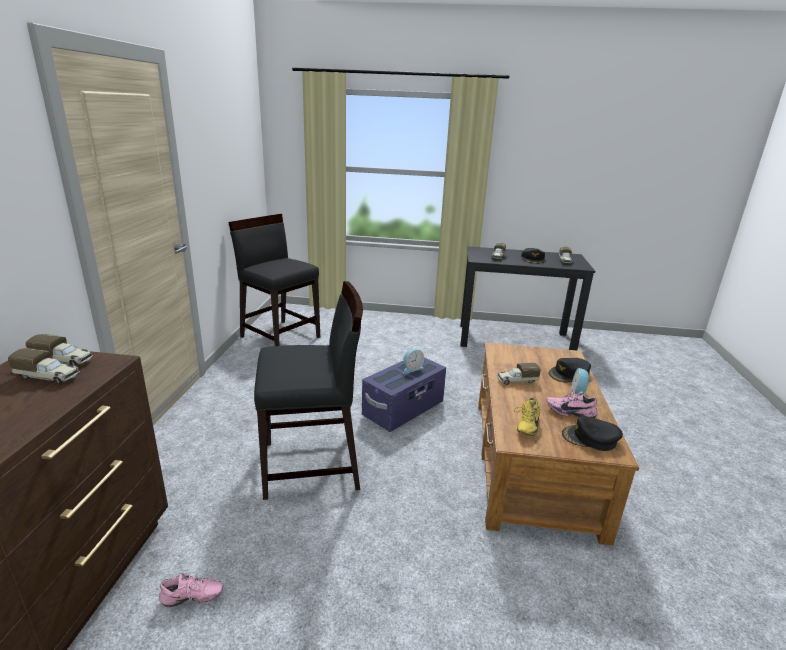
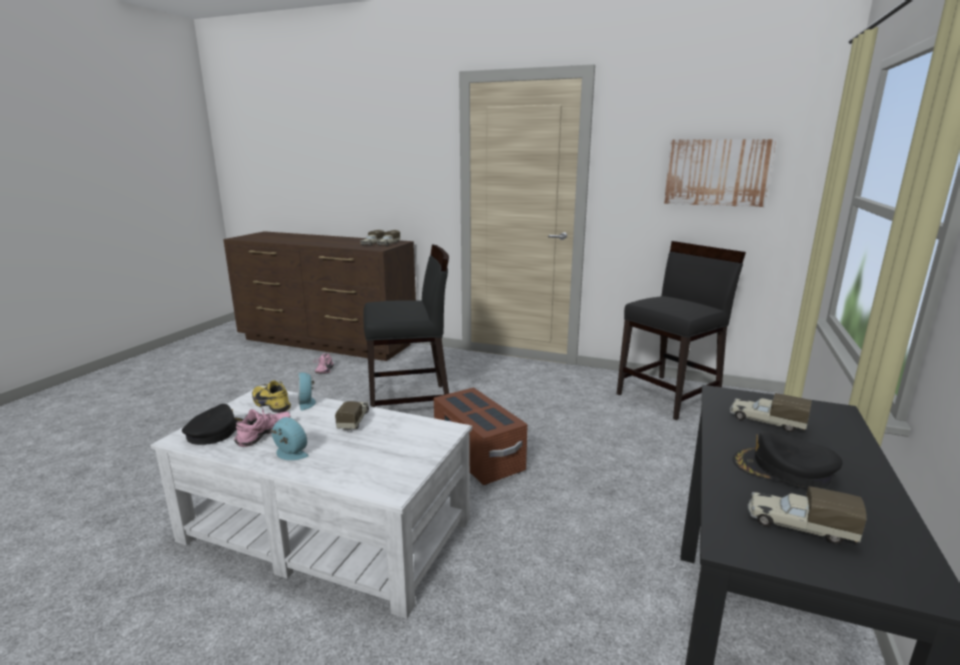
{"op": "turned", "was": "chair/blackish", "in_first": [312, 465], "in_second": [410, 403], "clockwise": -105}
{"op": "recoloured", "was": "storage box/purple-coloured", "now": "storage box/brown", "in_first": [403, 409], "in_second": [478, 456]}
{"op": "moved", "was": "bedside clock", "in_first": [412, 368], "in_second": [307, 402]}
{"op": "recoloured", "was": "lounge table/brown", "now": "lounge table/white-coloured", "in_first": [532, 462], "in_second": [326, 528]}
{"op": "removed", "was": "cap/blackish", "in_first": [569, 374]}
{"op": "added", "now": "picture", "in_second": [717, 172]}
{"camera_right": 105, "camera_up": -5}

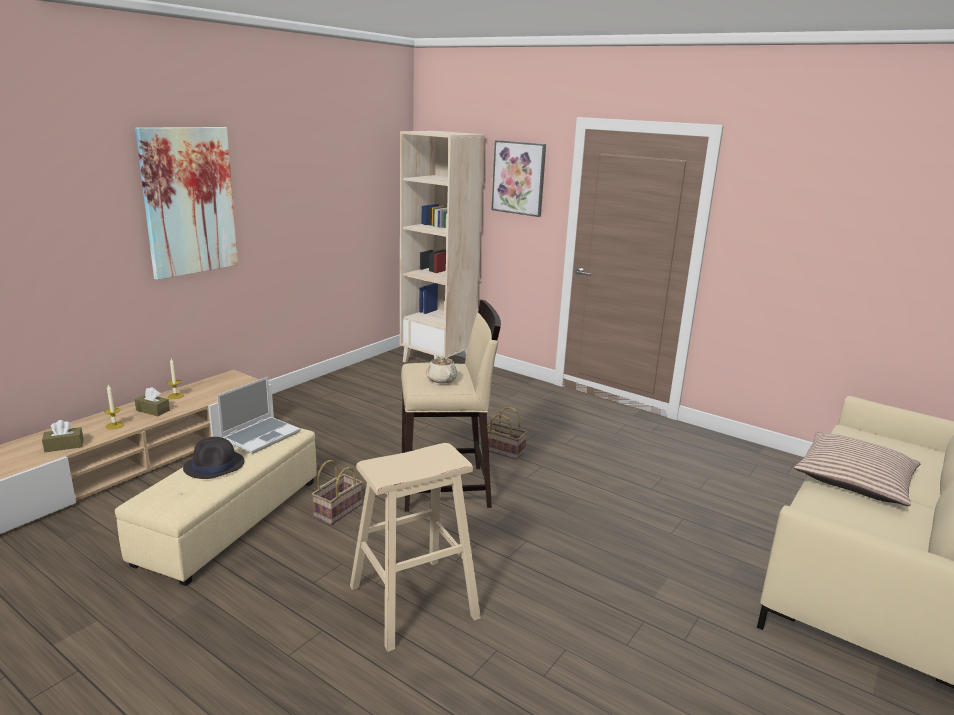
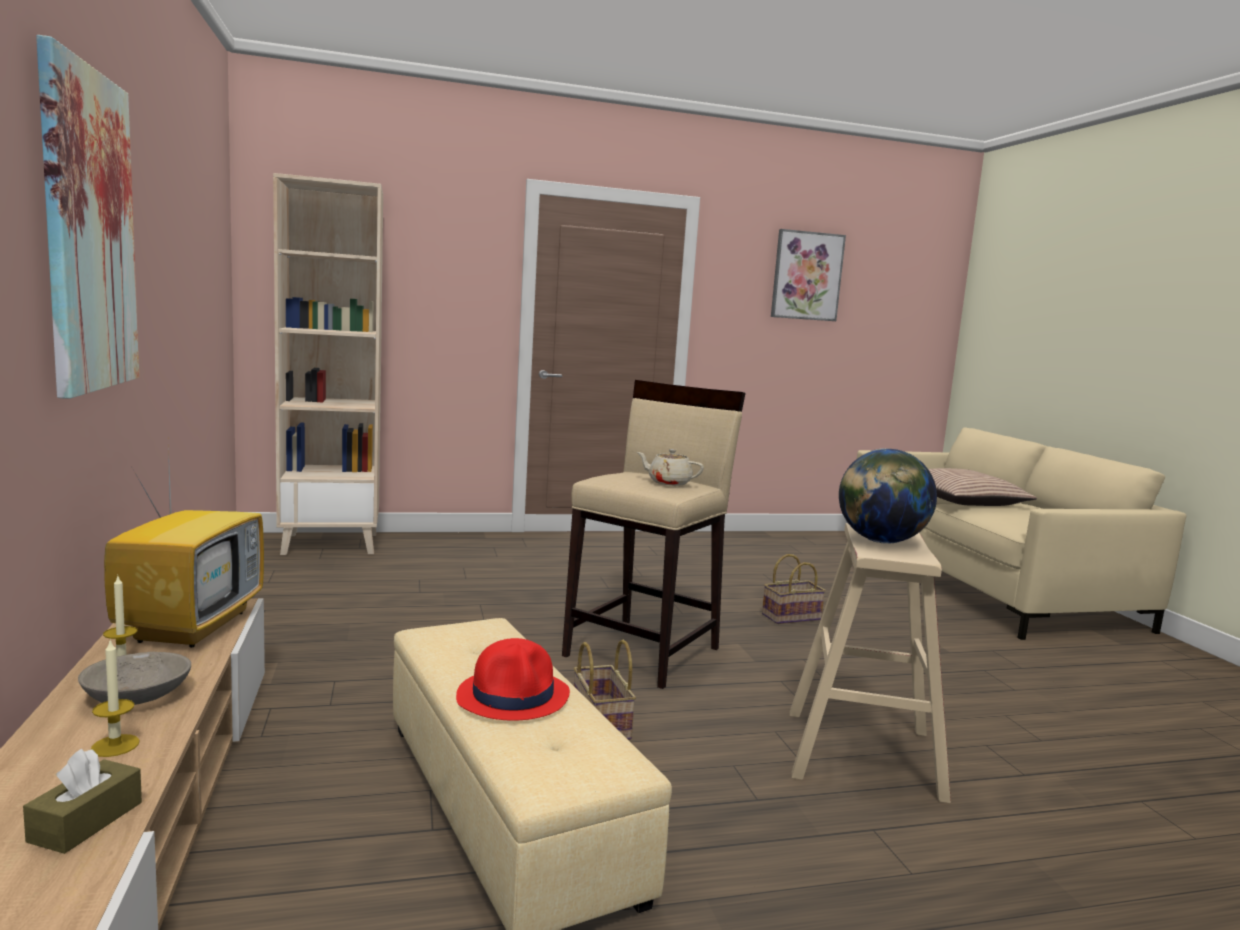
{"op": "replaced", "was": "tissue holder/brown", "now": "bowl/grey", "in_first": [153, 410], "in_second": [137, 696]}
{"op": "recoloured", "was": "clothing hat/blackish", "now": "clothing hat/red-coloured", "in_first": [214, 465], "in_second": [514, 696]}
{"op": "removed", "was": "portable computer", "in_first": [261, 436]}
{"op": "moved", "was": "basket", "in_first": [505, 450], "in_second": [792, 616]}
{"op": "moved", "was": "picture", "in_first": [519, 178], "in_second": [806, 276]}
{"op": "added", "now": "TV", "in_second": [191, 625]}
{"op": "added", "now": "globe", "in_second": [880, 541]}
{"camera_right": -50, "camera_up": -10}

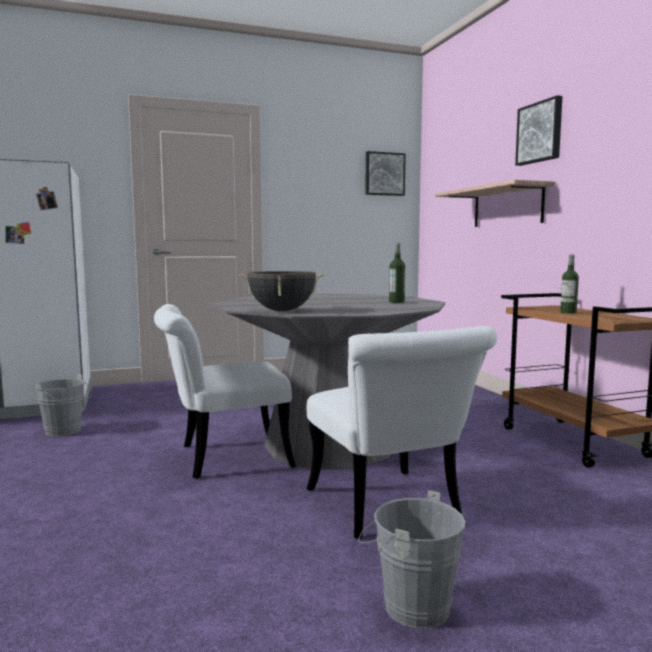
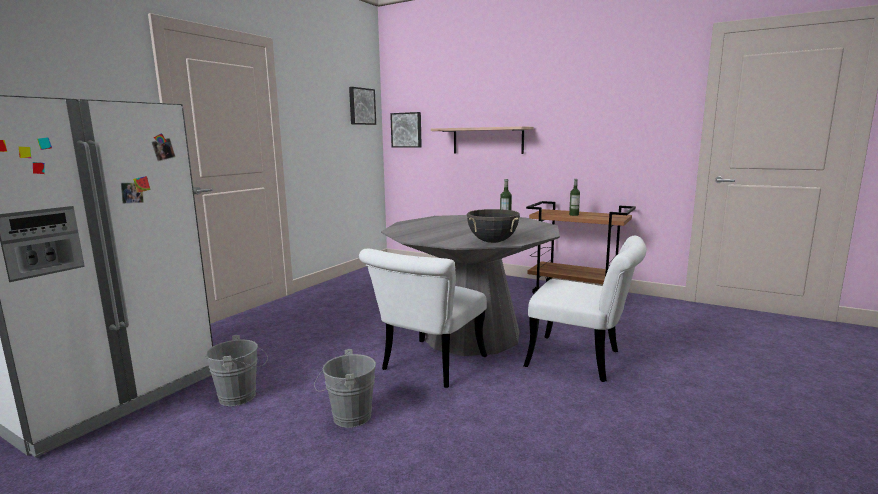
{"op": "moved", "was": "pail/grey", "in_first": [409, 605], "in_second": [347, 417]}
{"op": "moved", "was": "picture", "in_first": [540, 132], "in_second": [407, 130]}
{"camera_right": -40, "camera_up": 5}

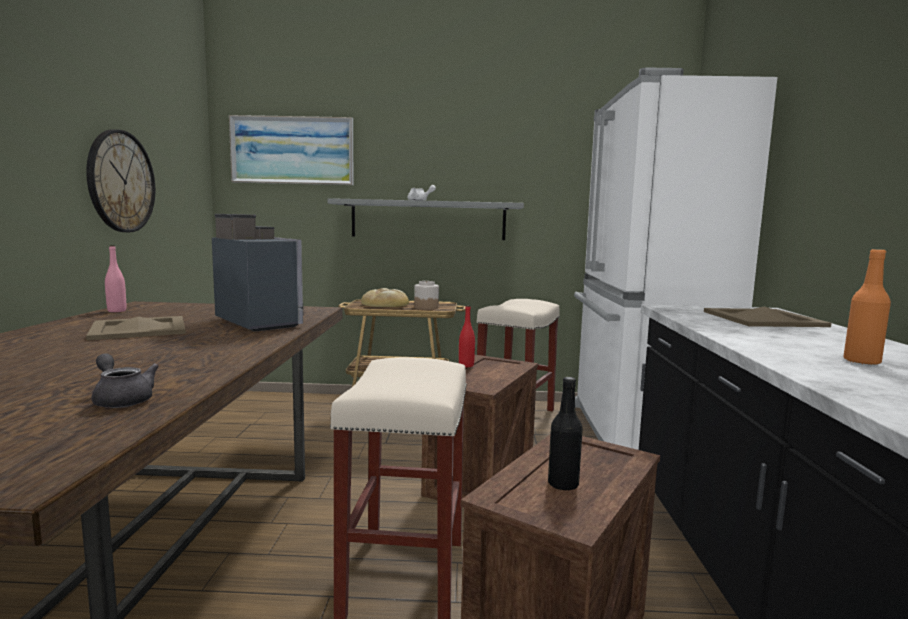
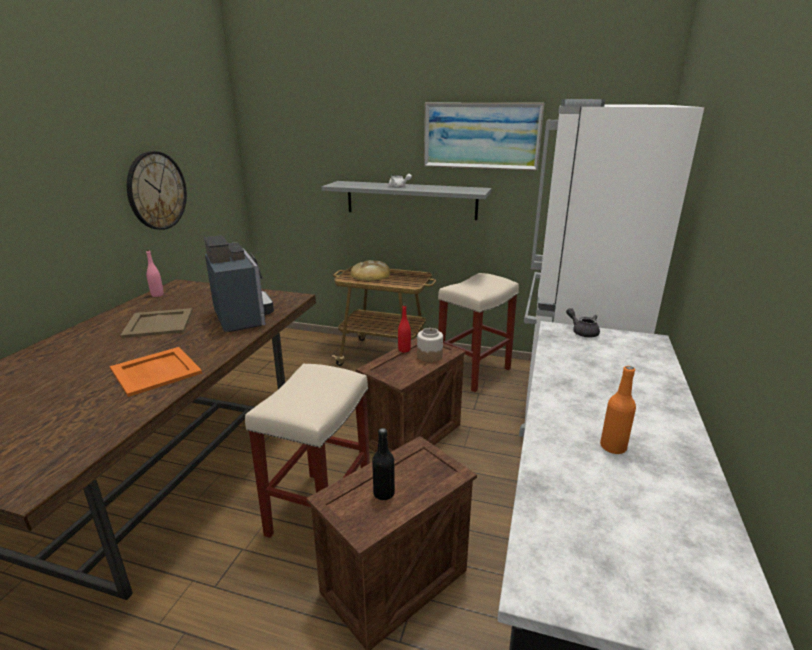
{"op": "moved", "was": "teapot/grey", "in_first": [122, 399], "in_second": [582, 332]}
{"op": "moved", "was": "picture", "in_first": [292, 150], "in_second": [481, 136]}
{"op": "moved", "was": "jar", "in_first": [426, 308], "in_second": [429, 356]}
{"op": "removed", "was": "tray/beige", "in_first": [764, 319]}
{"op": "added", "now": "tray/orange-coloured", "in_second": [155, 371]}
{"camera_right": 15, "camera_up": 15}

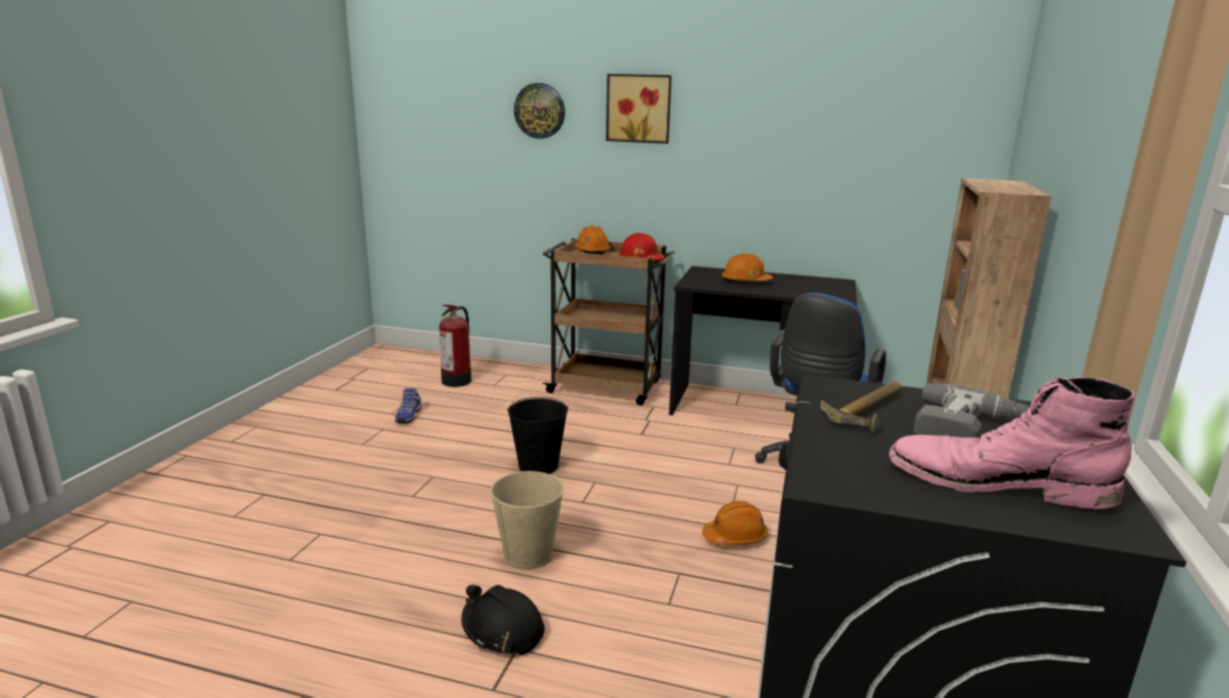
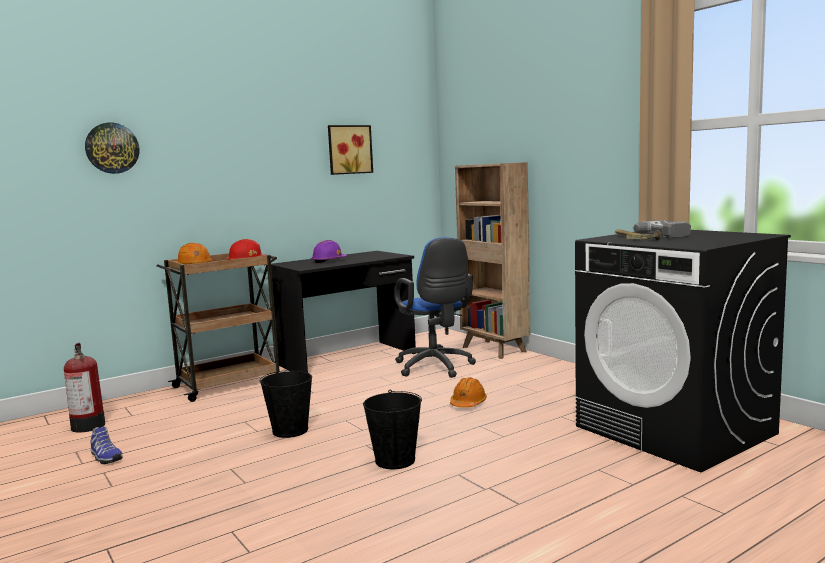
{"op": "removed", "was": "hard hat/blackish", "in_first": [502, 630]}
{"op": "recoloured", "was": "pail/beige", "now": "pail/blackish", "in_first": [528, 554], "in_second": [394, 460]}
{"op": "moved", "was": "picture", "in_first": [639, 108], "in_second": [349, 149]}
{"op": "recoloured", "was": "hard hat/orange-coloured", "now": "hard hat/purple-coloured", "in_first": [745, 281], "in_second": [329, 261]}
{"op": "removed", "was": "boot/pink-coloured", "in_first": [997, 483]}
{"camera_right": -50, "camera_up": -10}

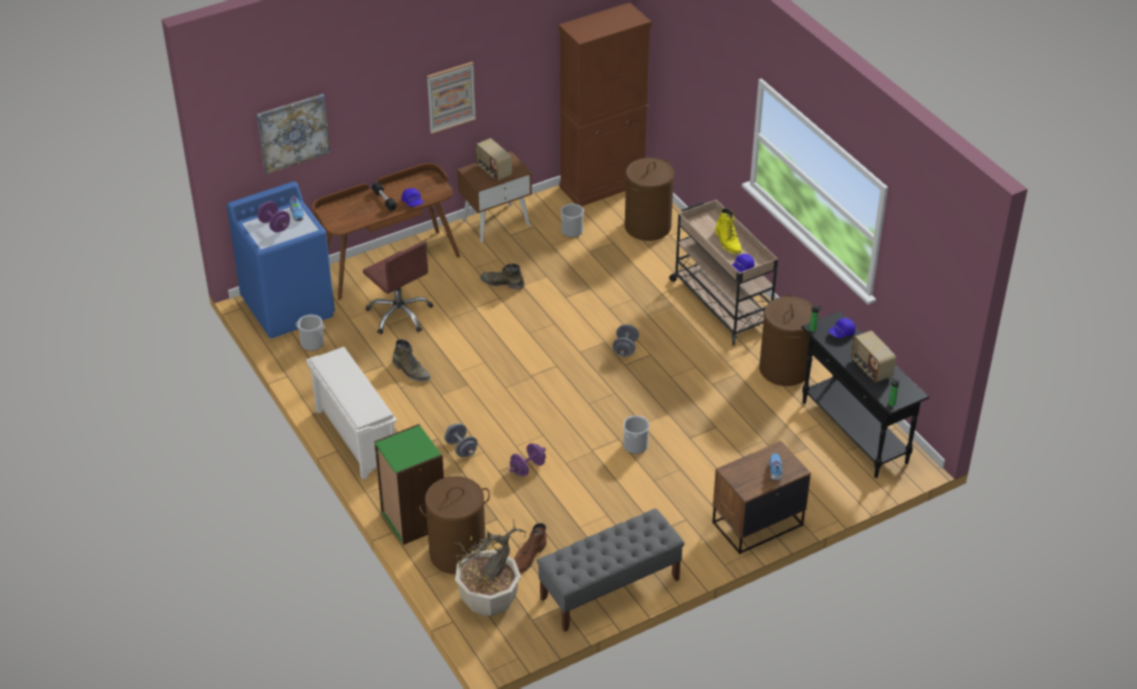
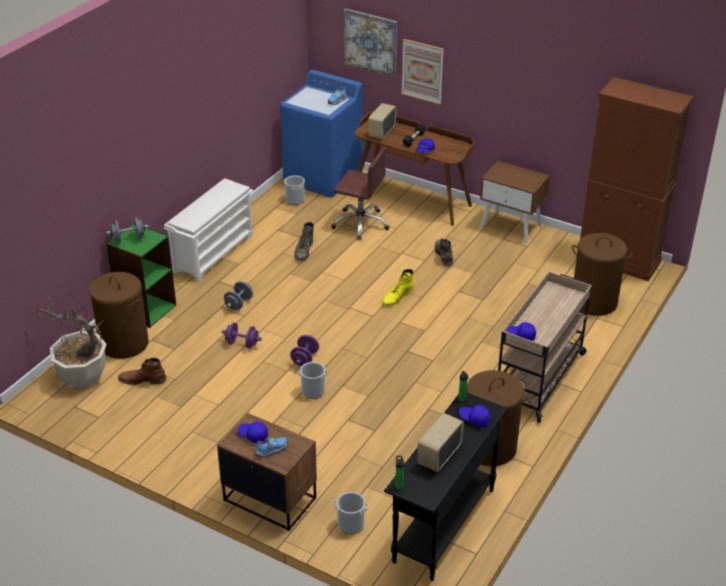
{"op": "moved", "was": "free weight/purple-coloured", "in_first": [275, 226], "in_second": [305, 359]}
{"op": "turned", "was": "desk chair/brown", "in_first": [400, 314], "in_second": [360, 223], "clockwise": -90}
{"op": "moved", "was": "picture", "in_first": [451, 97], "in_second": [422, 71]}
{"op": "moved", "was": "radio set", "in_first": [493, 171], "in_second": [381, 132]}
{"op": "removed", "was": "long seat/grey", "in_first": [609, 589]}
{"op": "moved", "was": "pail", "in_first": [572, 231], "in_second": [351, 524]}
{"op": "moved", "was": "free weight/grey", "in_first": [625, 348], "in_second": [128, 239]}
{"op": "moved", "was": "boot/yellow-coloured", "in_first": [728, 242], "in_second": [397, 297]}
{"op": "added", "now": "cap/blue", "in_second": [253, 435]}
{"camera_right": 60, "camera_up": -5}

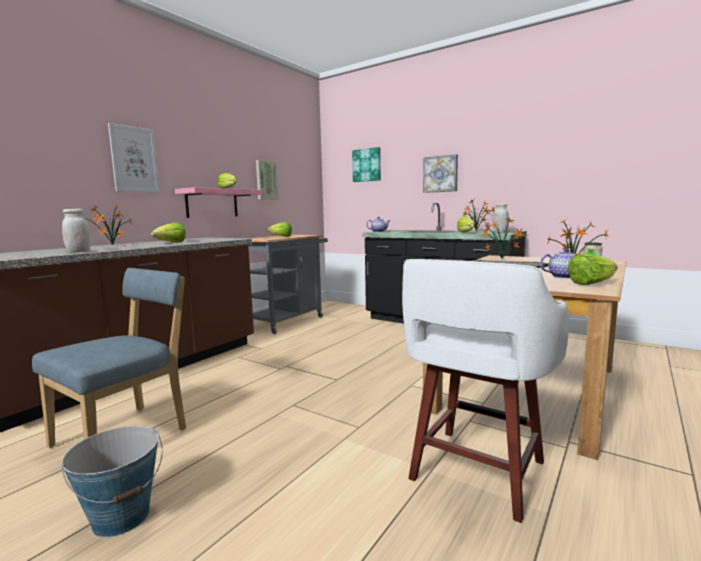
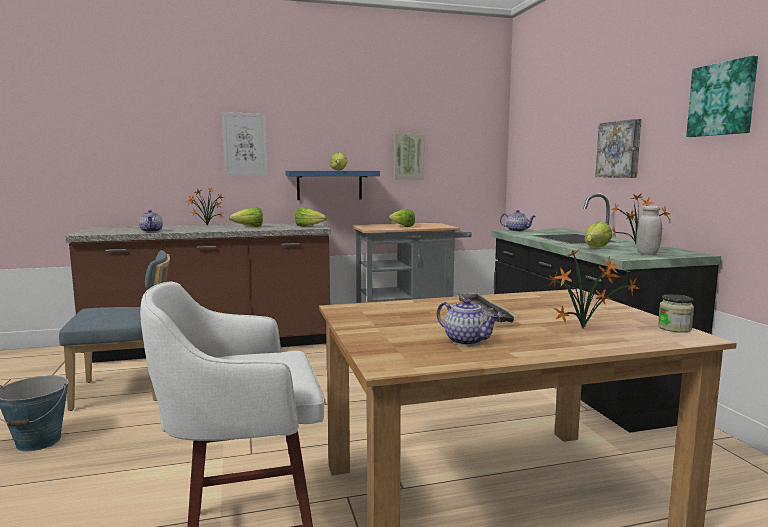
{"op": "replaced", "was": "jar/white-coloured", "now": "teapot", "in_first": [78, 252], "in_second": [152, 231]}
{"op": "recoloured", "was": "wall shelf/pink-coloured", "now": "wall shelf/blue", "in_first": [212, 203], "in_second": [329, 185]}
{"op": "moved", "was": "picture", "in_first": [367, 165], "in_second": [722, 99]}
{"op": "removed", "was": "potted plant", "in_first": [502, 259]}
{"op": "moved", "was": "lettuce", "in_first": [591, 284], "in_second": [309, 227]}
{"camera_right": 40, "camera_up": 0}

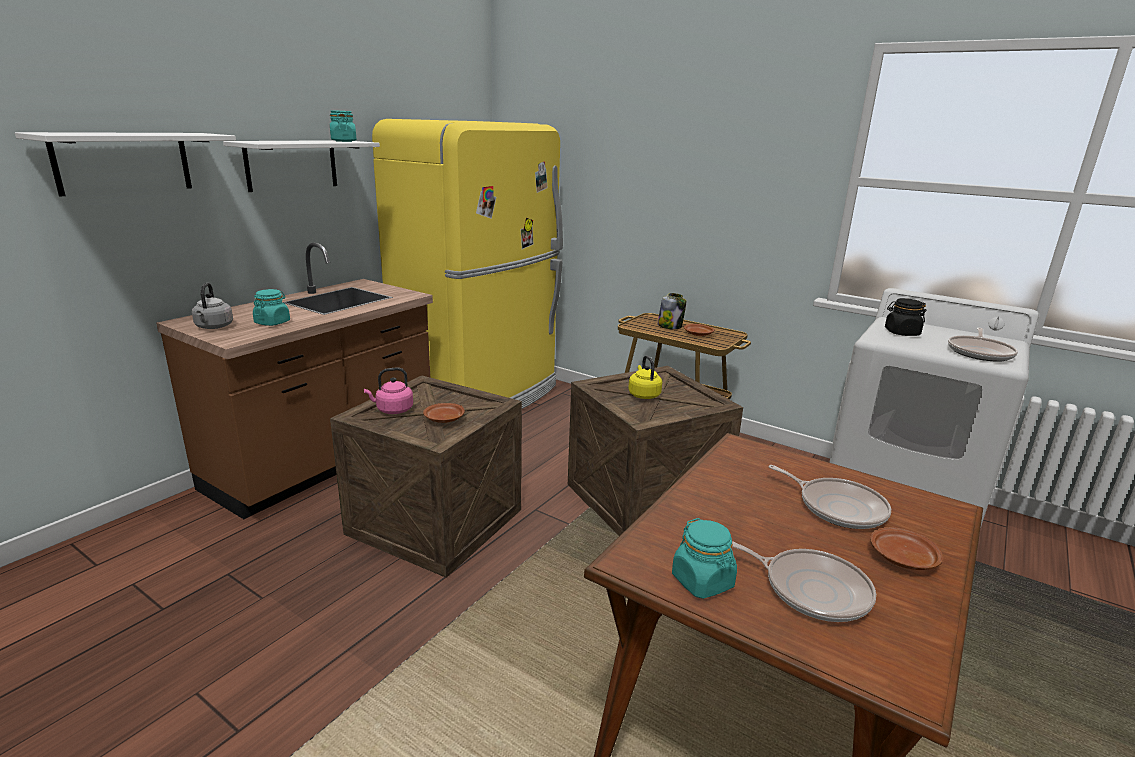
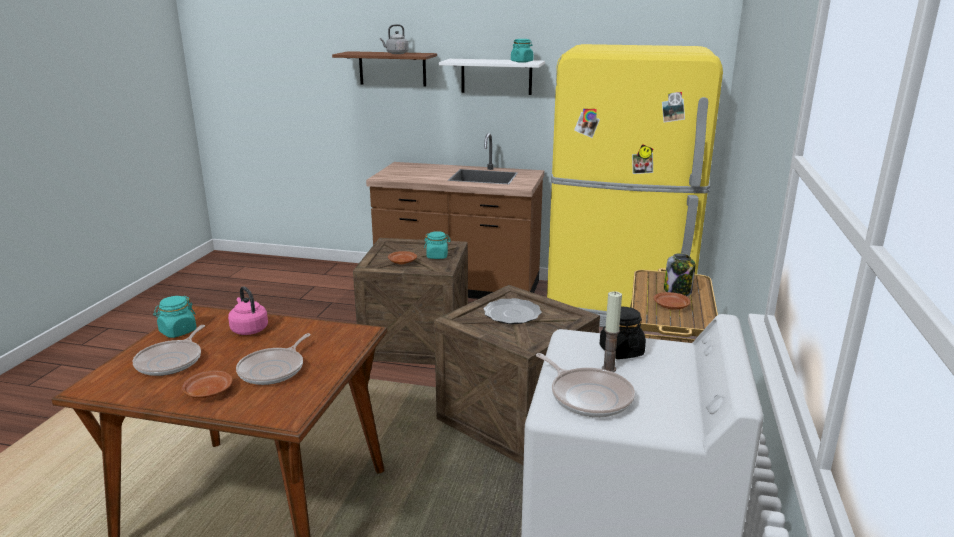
{"op": "recoloured", "was": "wall shelf/white-coloured", "now": "wall shelf/brown", "in_first": [123, 162], "in_second": [392, 68]}
{"op": "moved", "was": "kettle/grey", "in_first": [213, 327], "in_second": [396, 53]}
{"op": "moved", "was": "jar/blue-green", "in_first": [272, 322], "in_second": [437, 256]}
{"op": "moved", "was": "kettle/pink-coloured", "in_first": [392, 410], "in_second": [248, 329]}
{"op": "replaced", "was": "kettle/yellow-coloured", "now": "dinner plate", "in_first": [643, 394], "in_second": [512, 314]}
{"op": "turned", "was": "frying pan", "in_first": [980, 352], "in_second": [588, 396], "clockwise": -135}
{"op": "added", "now": "wax candle", "in_second": [608, 369]}
{"camera_right": 70, "camera_up": 0}

